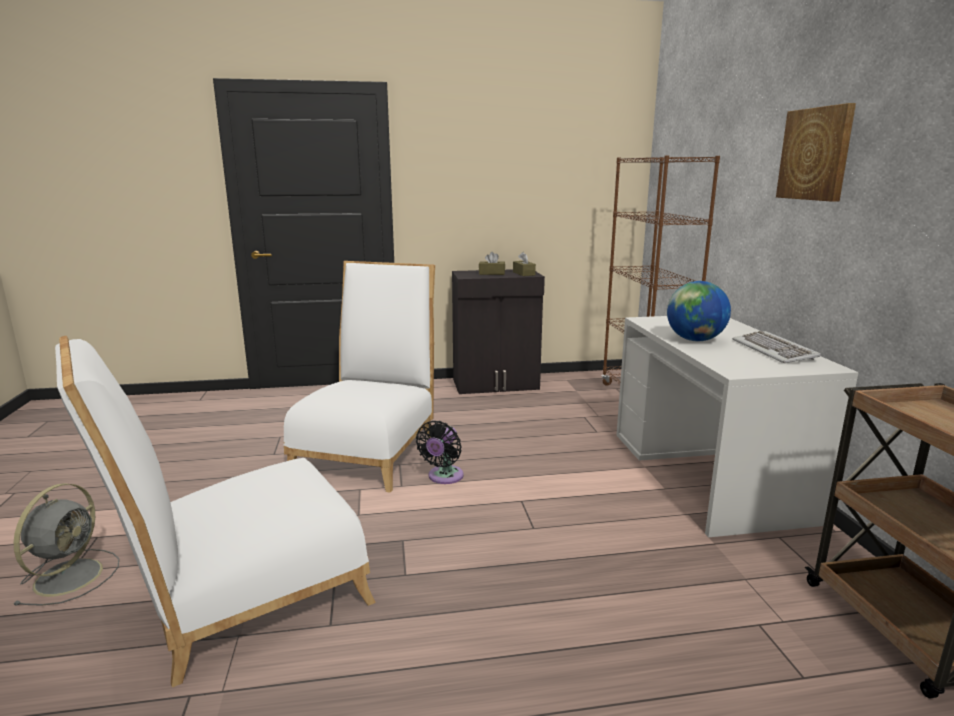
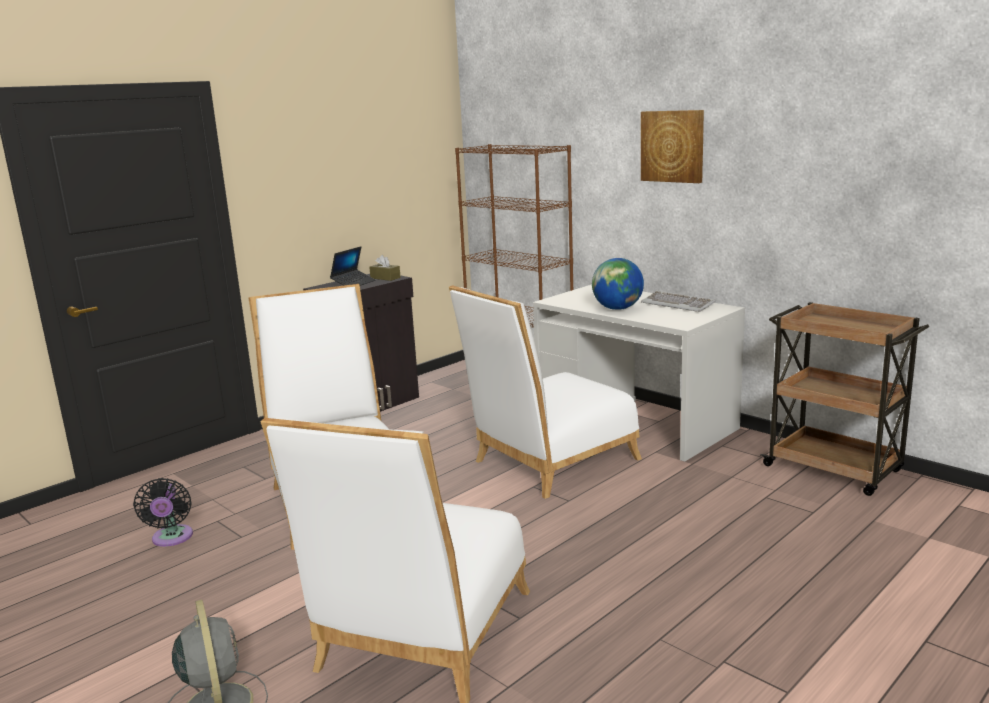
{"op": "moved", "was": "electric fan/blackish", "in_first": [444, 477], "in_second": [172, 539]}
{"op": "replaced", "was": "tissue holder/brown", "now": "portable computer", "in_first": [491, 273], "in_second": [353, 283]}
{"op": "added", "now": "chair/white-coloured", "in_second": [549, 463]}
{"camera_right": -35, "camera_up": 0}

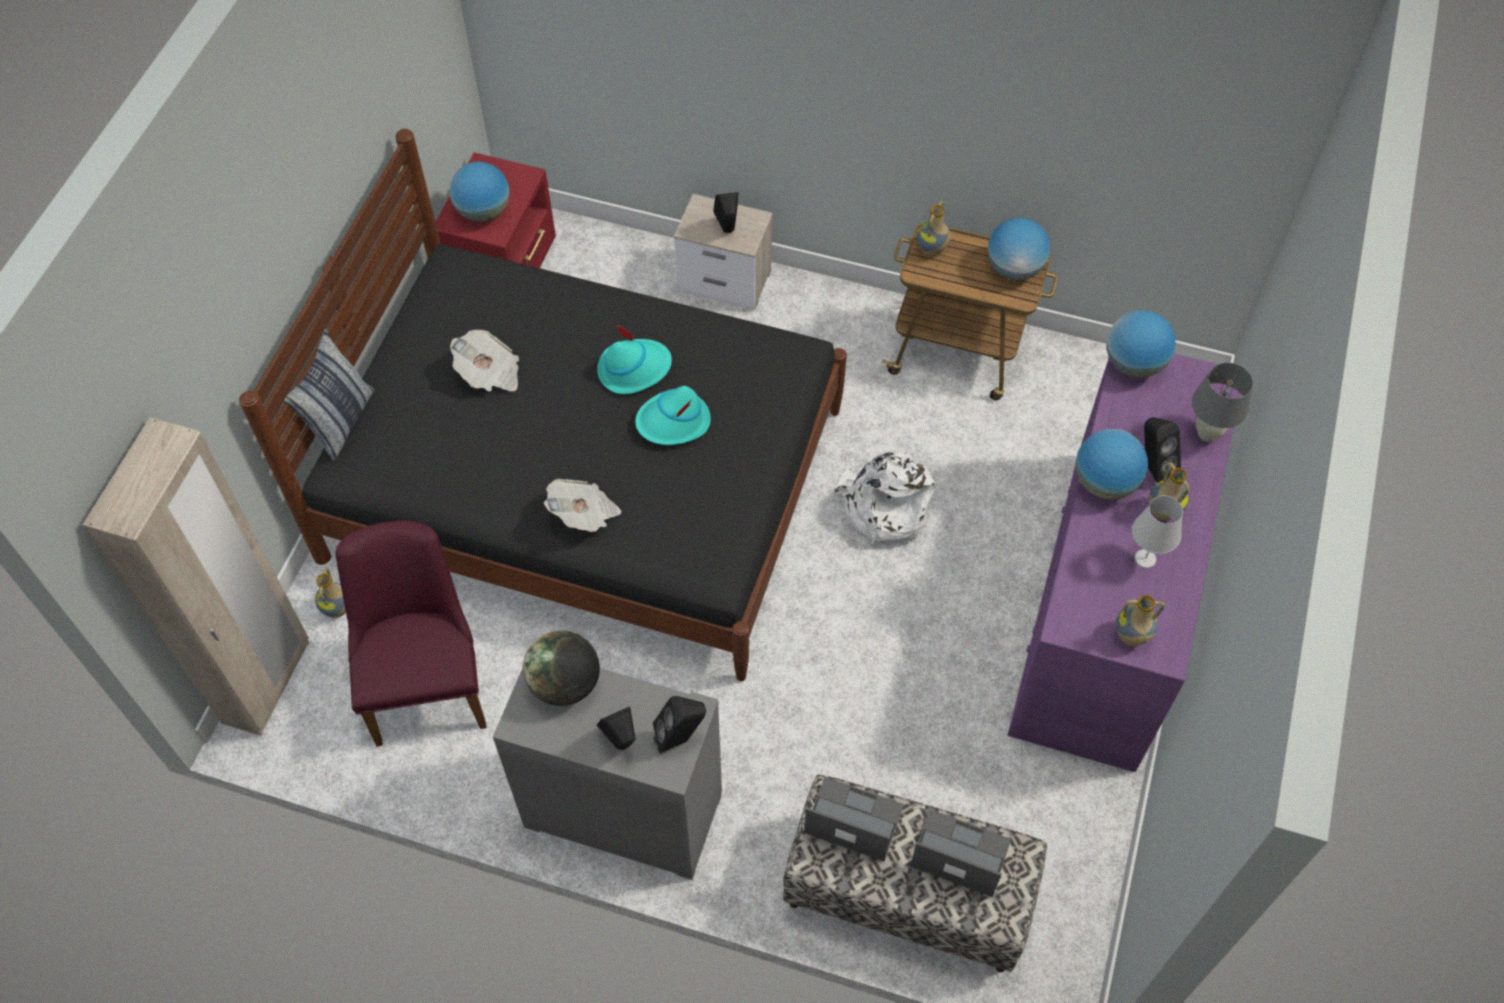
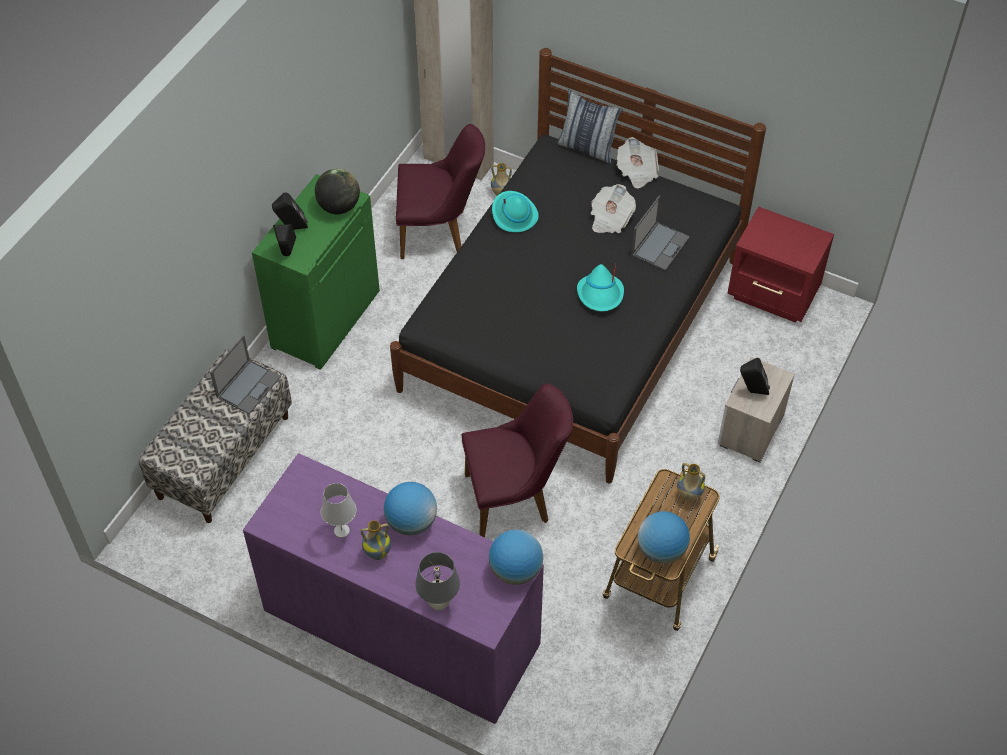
{"op": "removed", "was": "globe", "in_first": [483, 212]}
{"op": "recoloured", "was": "cupboard/grey", "now": "cupboard/green-coloured", "in_first": [622, 812], "in_second": [325, 319]}
{"op": "moved", "was": "daily paper", "in_first": [584, 514], "in_second": [637, 171]}
{"op": "moved", "was": "clothing hat/blue-green", "in_first": [673, 422], "in_second": [514, 215]}
{"op": "replaced", "was": "knapsack/white-coloured", "now": "chair/purple-coloured", "in_first": [883, 509], "in_second": [515, 498]}
{"op": "moved", "was": "portable computer", "in_first": [959, 853], "in_second": [660, 245]}
{"op": "removed", "was": "flower vase", "in_first": [1130, 637]}
{"op": "removed", "was": "speaker/blackish", "in_first": [1152, 467]}
{"camera_right": 100, "camera_up": -5}

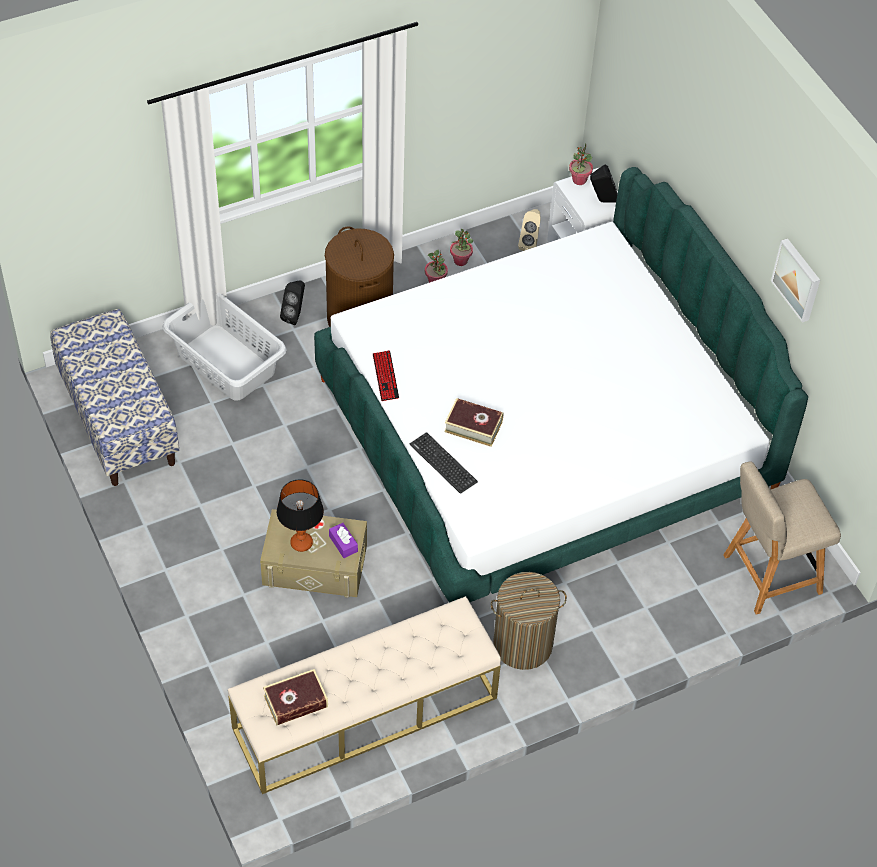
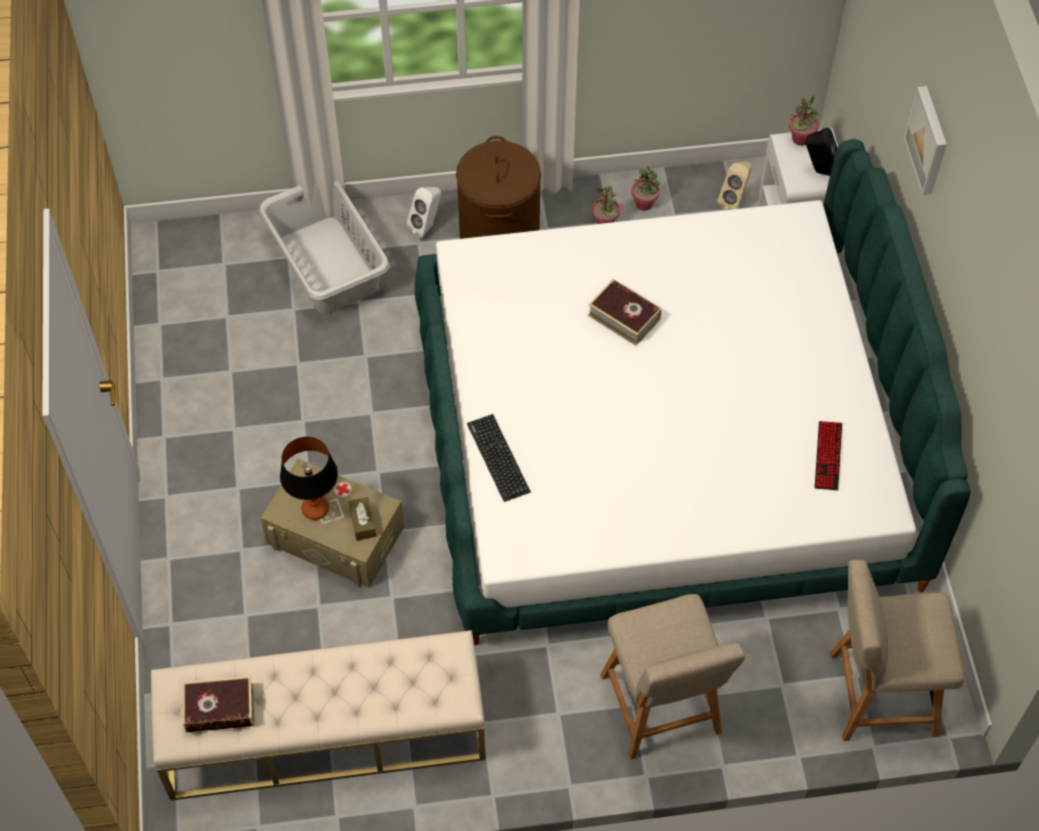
{"op": "removed", "was": "long seat", "in_first": [118, 420]}
{"op": "recoloured", "was": "speaker/blackish", "now": "speaker/white-coloured", "in_first": [295, 315], "in_second": [427, 226]}
{"op": "recoloured", "was": "tissue holder/purple-coloured", "now": "tissue holder/brown", "in_first": [343, 544], "in_second": [363, 522]}
{"op": "moved", "was": "computer keyboard", "in_first": [385, 376], "in_second": [828, 456]}
{"op": "moved", "was": "bound book", "in_first": [473, 426], "in_second": [624, 317]}
{"op": "removed", "was": "washing basket", "in_first": [522, 644]}
{"op": "moved", "was": "picture", "in_first": [798, 279], "in_second": [929, 140]}
{"op": "added", "now": "chair/beige", "in_second": [662, 710]}
{"camera_right": 20, "camera_up": 5}

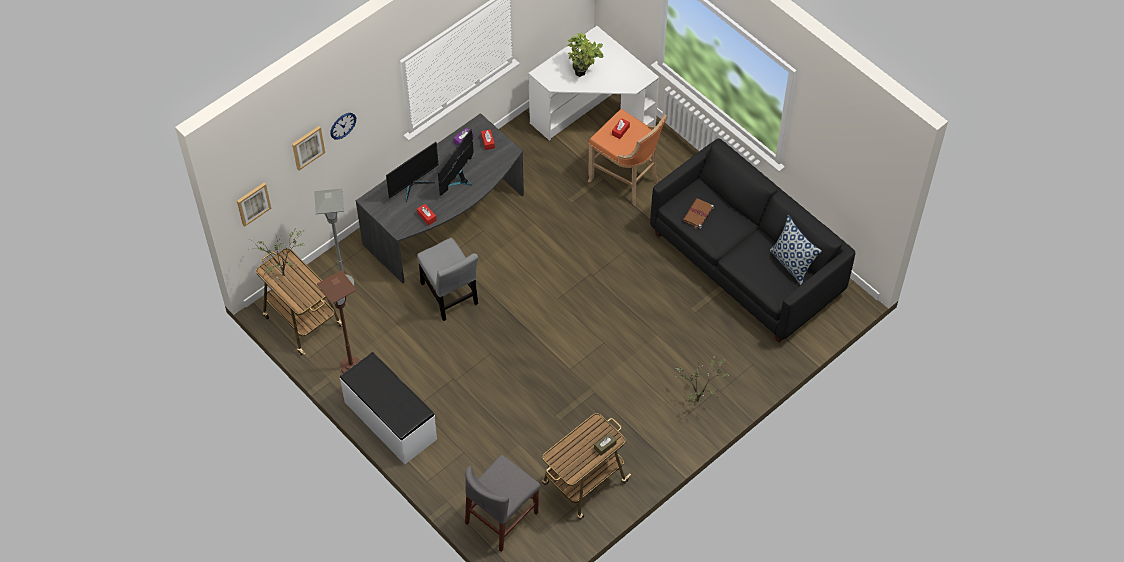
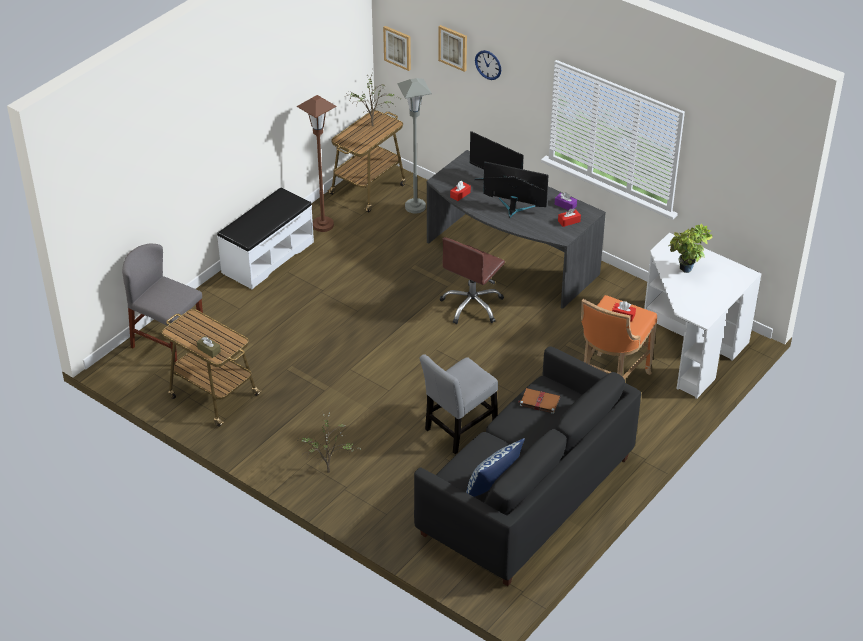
{"op": "moved", "was": "chair/grey", "in_first": [450, 296], "in_second": [458, 430]}
{"op": "added", "now": "desk chair/brown", "in_second": [472, 306]}
{"camera_right": 80, "camera_up": -15}

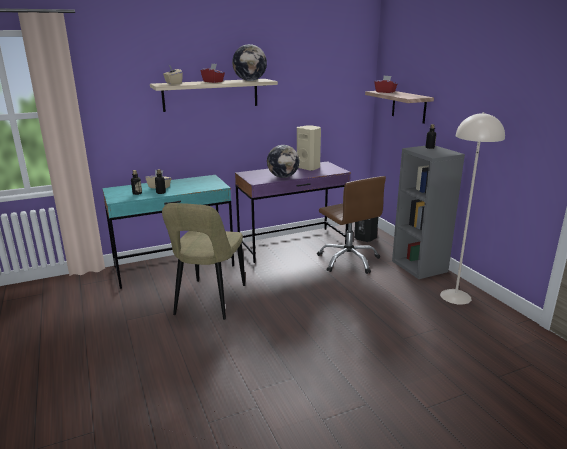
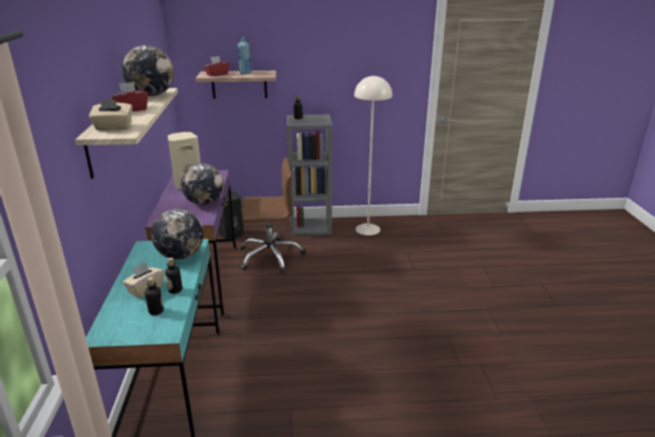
{"op": "removed", "was": "chair/beige", "in_first": [209, 301]}
{"op": "added", "now": "globe", "in_second": [180, 255]}
{"op": "added", "now": "drink bottle/blue", "in_second": [245, 73]}
{"camera_right": -70, "camera_up": 5}

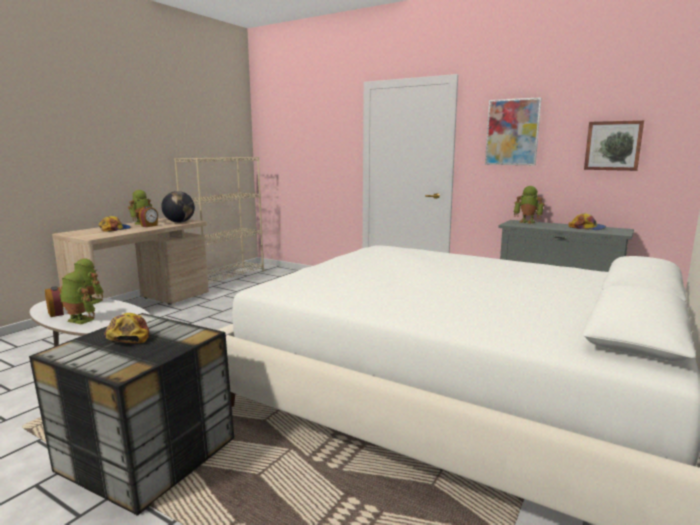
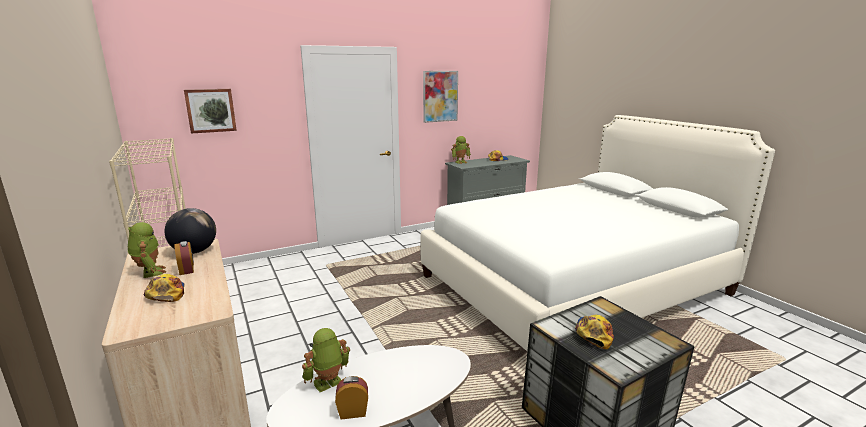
{"op": "removed", "was": "robot figure", "in_first": [78, 321]}
{"op": "turned", "was": "cap", "in_first": [128, 336], "in_second": [594, 334], "clockwise": 105}
{"op": "moved", "was": "picture", "in_first": [613, 145], "in_second": [210, 110]}
{"camera_right": -60, "camera_up": 5}

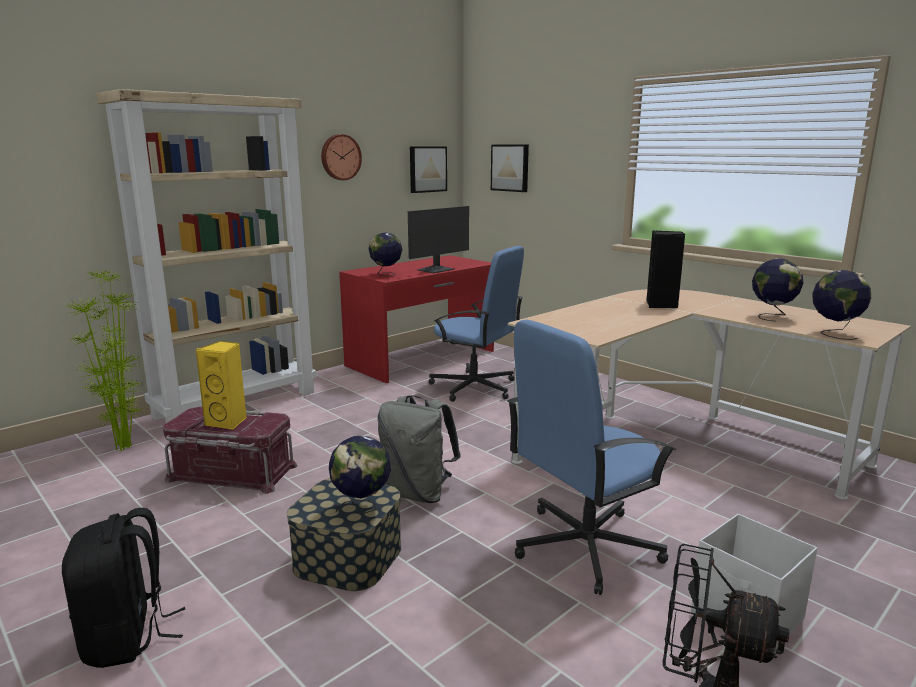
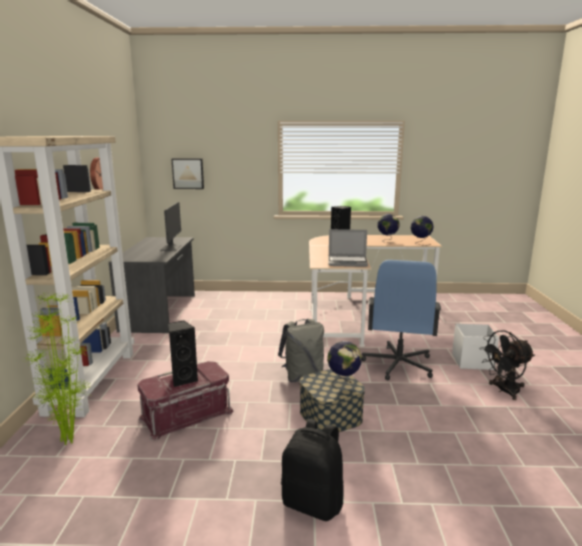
{"op": "recoloured", "was": "speaker/yellow-coloured", "now": "speaker/blackish", "in_first": [228, 422], "in_second": [183, 379]}
{"op": "recoloured", "was": "desk/red-coloured", "now": "desk/grey", "in_first": [422, 358], "in_second": [160, 312]}
{"op": "removed", "was": "globe", "in_first": [386, 275]}
{"op": "removed", "was": "picture", "in_first": [427, 169]}
{"op": "removed", "was": "desk chair/blue", "in_first": [475, 387]}
{"op": "added", "now": "portable computer", "in_second": [348, 262]}
{"camera_right": -45, "camera_up": 0}

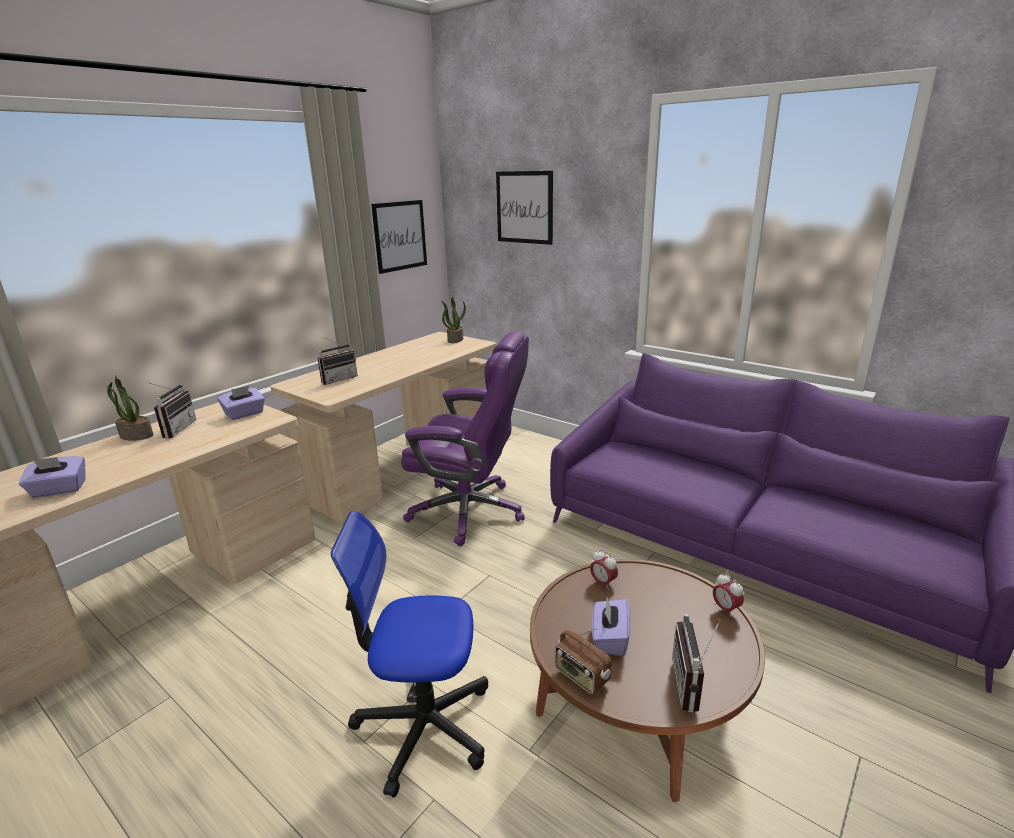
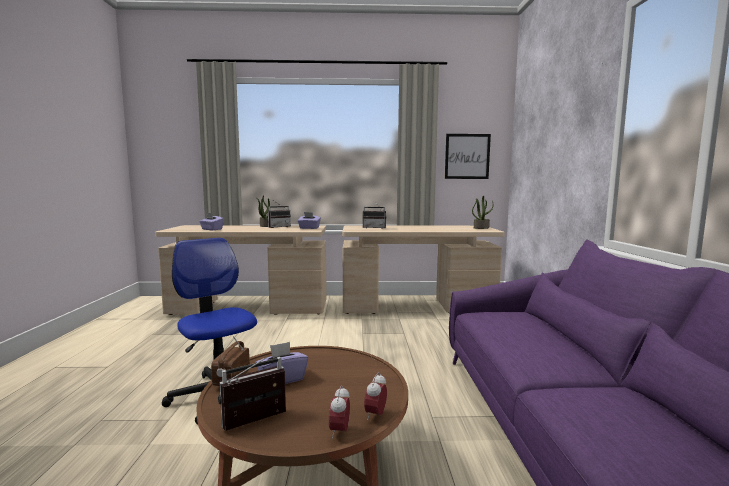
{"op": "removed", "was": "desk chair/purple-coloured", "in_first": [470, 511]}
{"op": "removed", "was": "picture", "in_first": [524, 207]}
{"op": "moved", "was": "bedside clock", "in_first": [603, 583], "in_second": [339, 431]}
{"camera_right": 50, "camera_up": -15}

